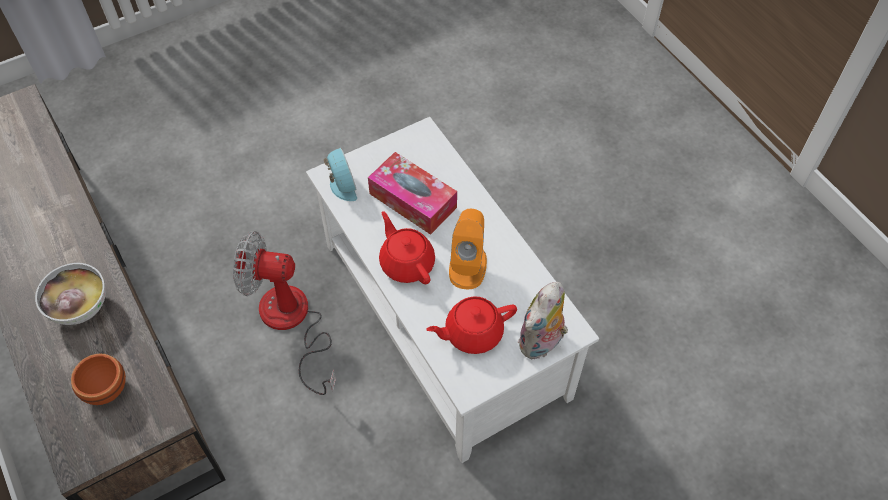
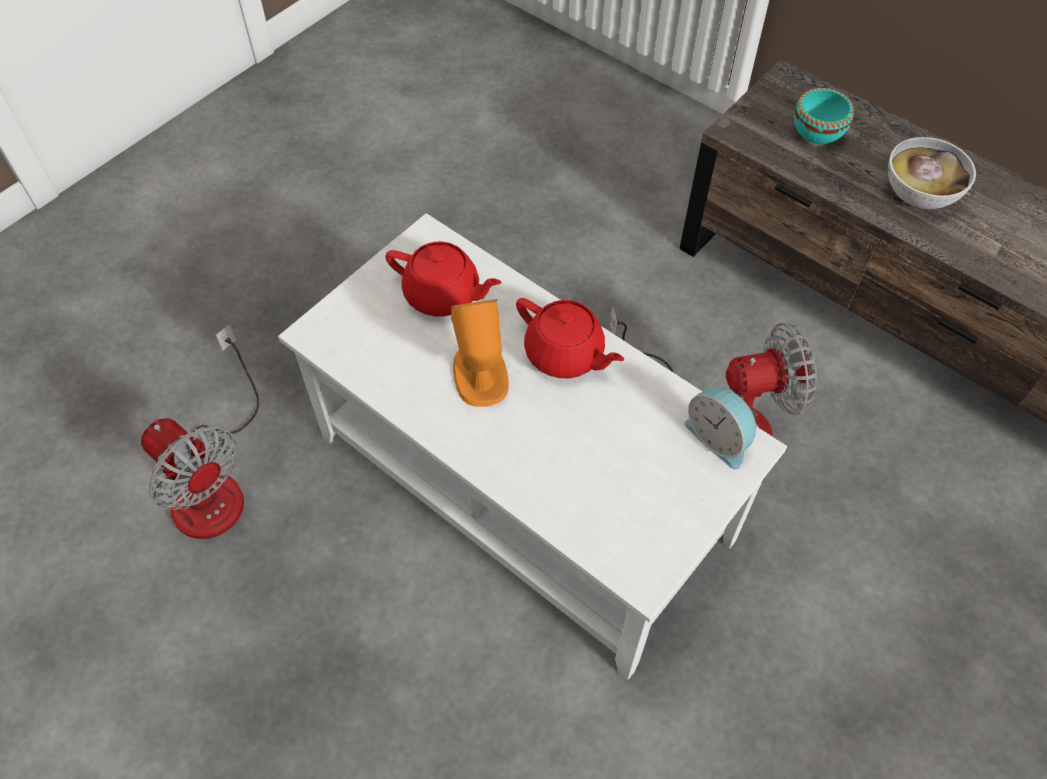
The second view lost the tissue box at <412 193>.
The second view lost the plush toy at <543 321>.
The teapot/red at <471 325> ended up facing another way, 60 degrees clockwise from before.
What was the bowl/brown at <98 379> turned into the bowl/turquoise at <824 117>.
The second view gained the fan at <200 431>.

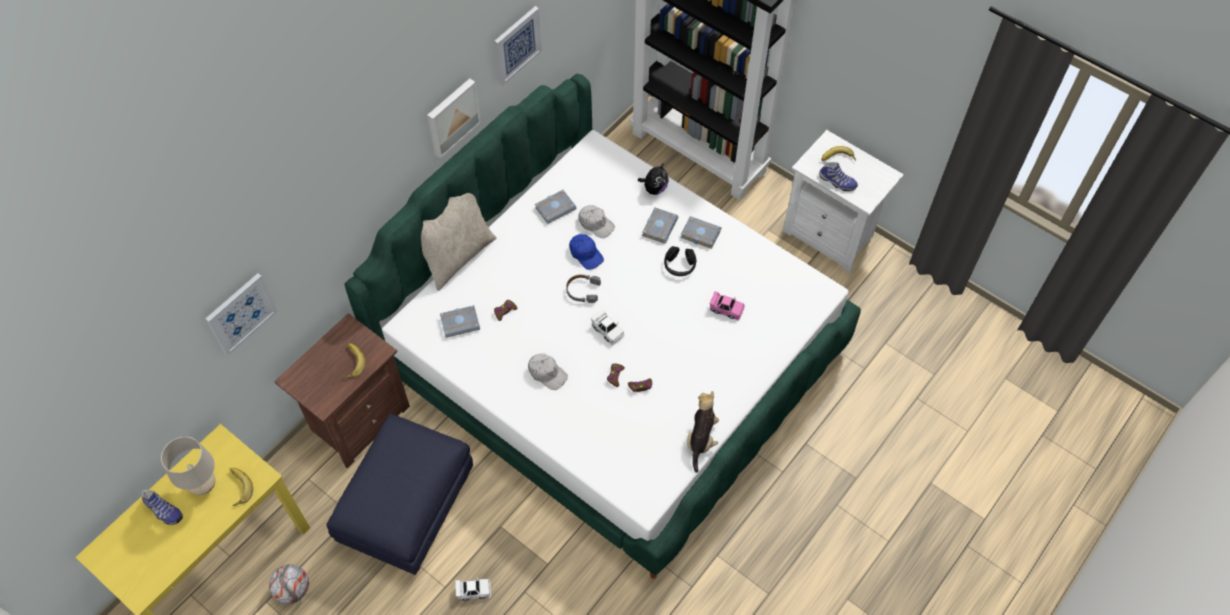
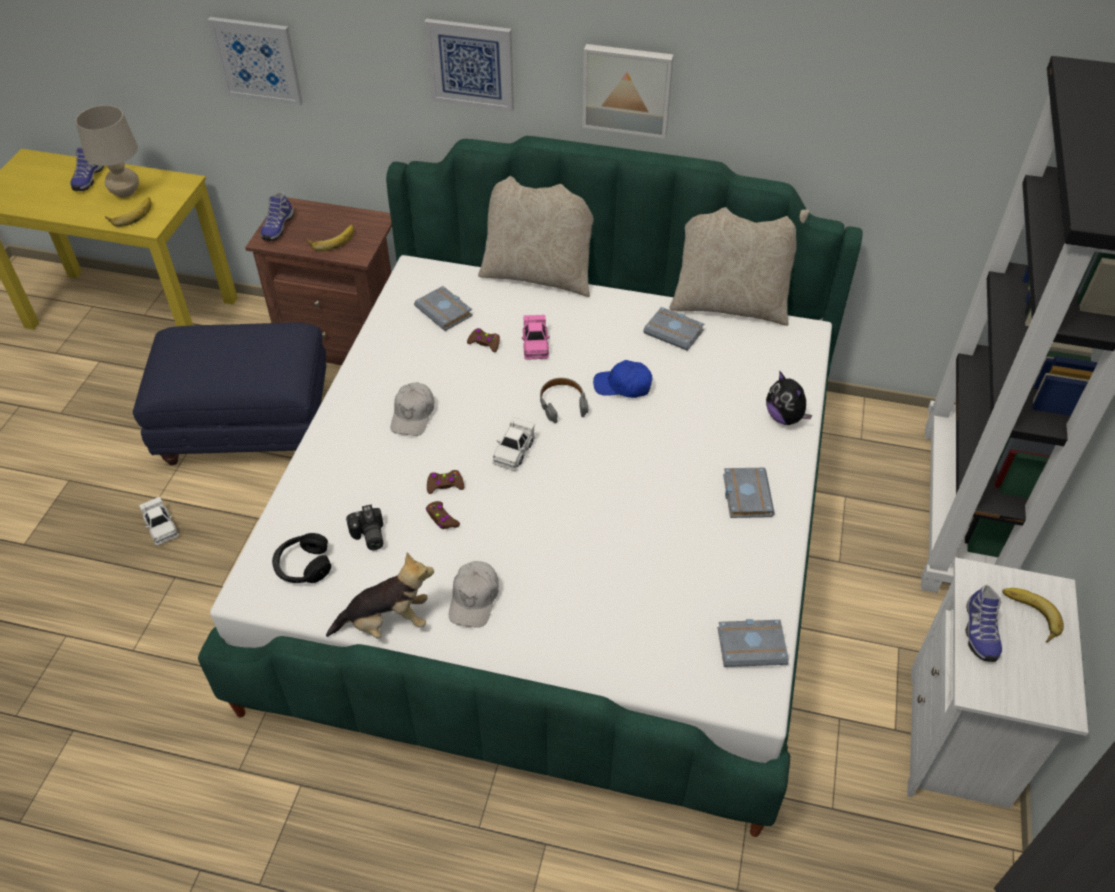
The picture ended up elsewhere, having gone from <518 46> to <469 65>.
The plush toy at <653 179> ended up facing another way, 45 degrees clockwise from before.
The cap/white ended up elsewhere, having gone from <596 221> to <474 594>.
The book/grey ended up elsewhere, having gone from <660 226> to <753 643>.
The cap/blue at <586 252> ended up facing another way, 75 degrees clockwise from before.
The headphones/black ended up elsewhere, having gone from <680 261> to <301 558>.
The toy car/pink ended up elsewhere, having gone from <727 305> to <536 337>.
The second view lost the football at <289 584>.
The second view gained the shoe at <277 216>.
The second view gained the pillow/beige at <739 266>.
The second view gained the photo camera at <365 527>.

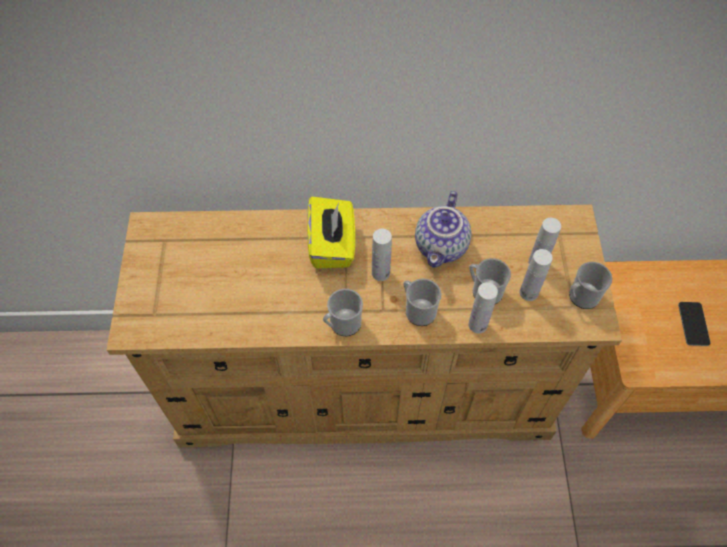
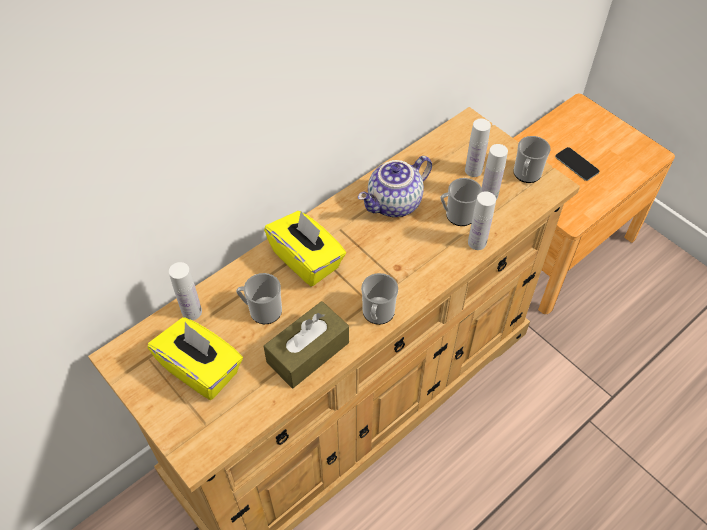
The teapot at <443 229> ended up facing another way, 75 degrees clockwise from before.
The bottle/white ended up elsewhere, having gone from <382 255> to <185 291>.
The mug ended up elsewhere, having gone from <422 302> to <259 298>.
The second view gained the tissue box/brown at <306 344>.
The second view gained the tissue box/yellow at <195 358>.

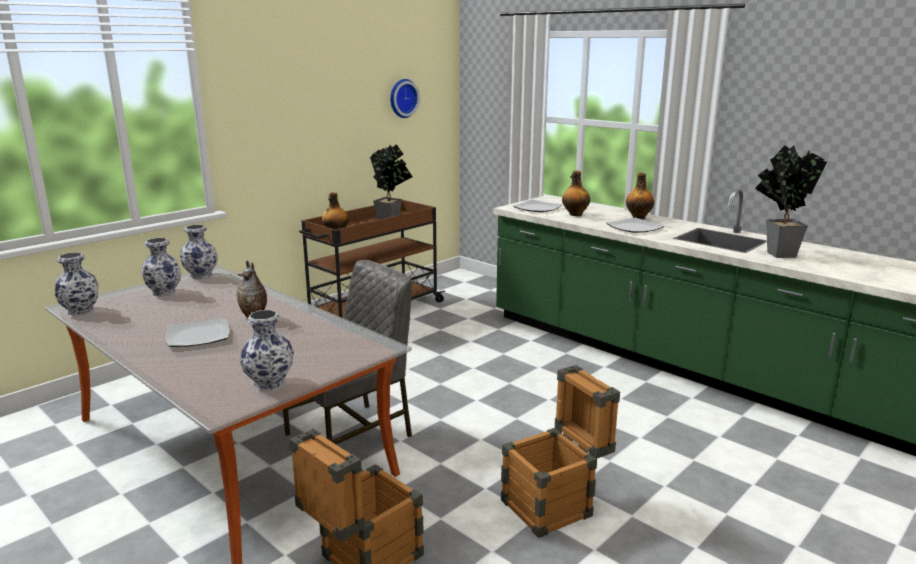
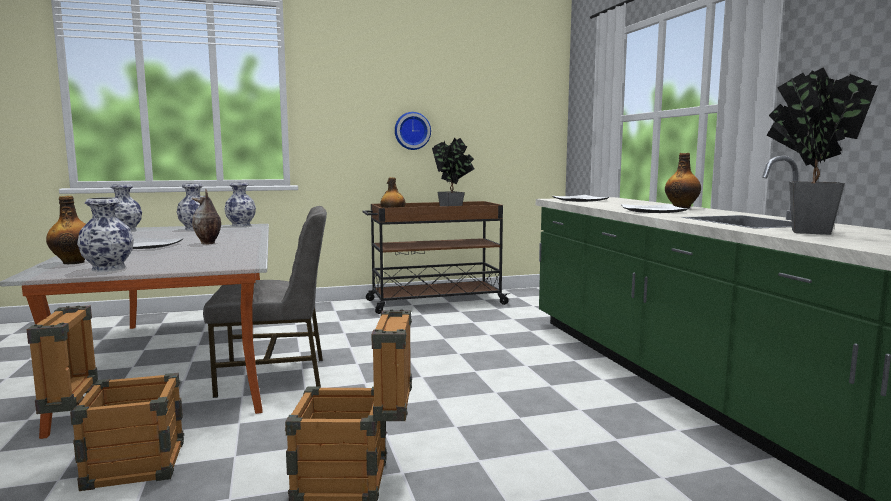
The wall clock ended up elsewhere, having gone from <405 98> to <413 131>.
The bottle ended up elsewhere, having gone from <576 193> to <66 230>.

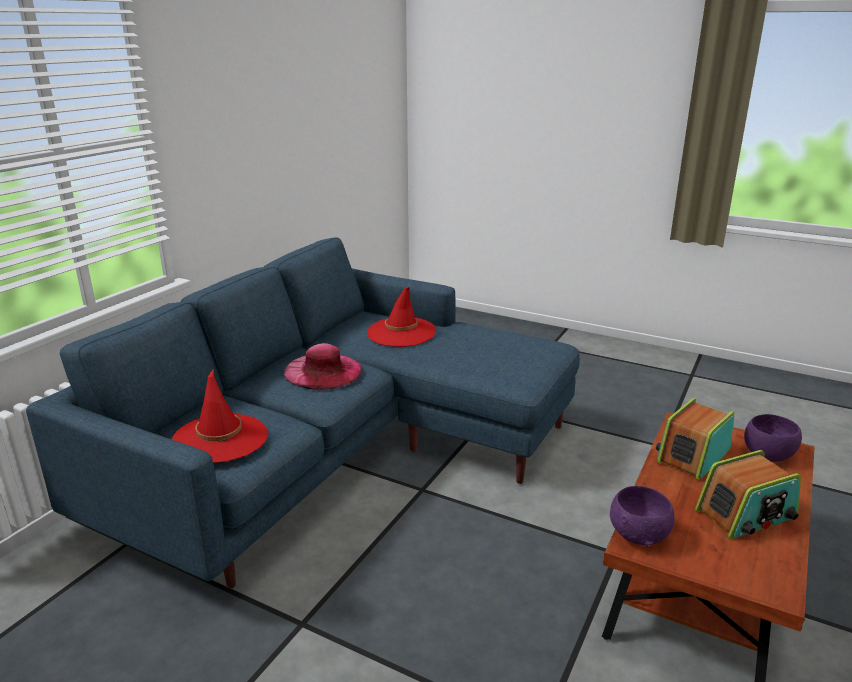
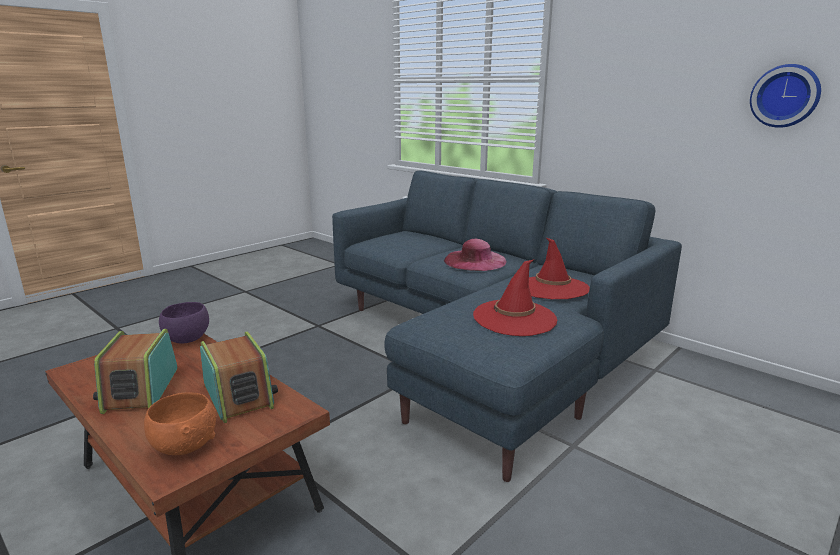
The hat/red ended up elsewhere, having gone from <220 416> to <515 297>.
What was the bowl/purple at <773 438> turned into the bowl/orange at <180 423>.
The second view gained the wall clock at <785 96>.

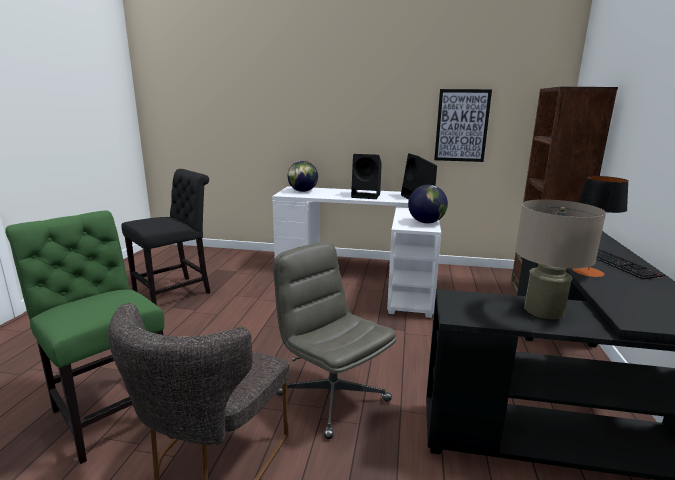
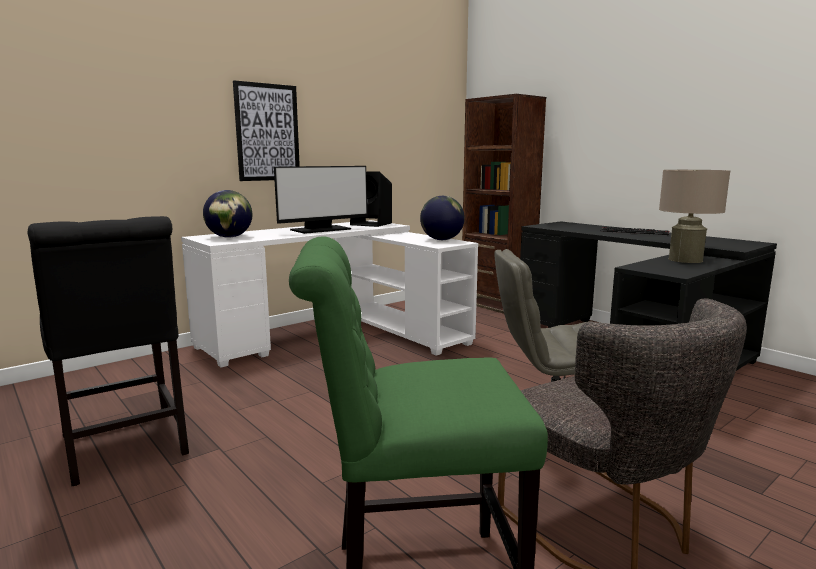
The picture ended up elsewhere, having gone from <463 125> to <266 130>.
Where the speaker/black stood at <366 176>, the monitor came to stand at <321 200>.
The chair/black at <166 237> ended up facing another way, 150 degrees clockwise from before.
The second view lost the table lamp at <601 226>.

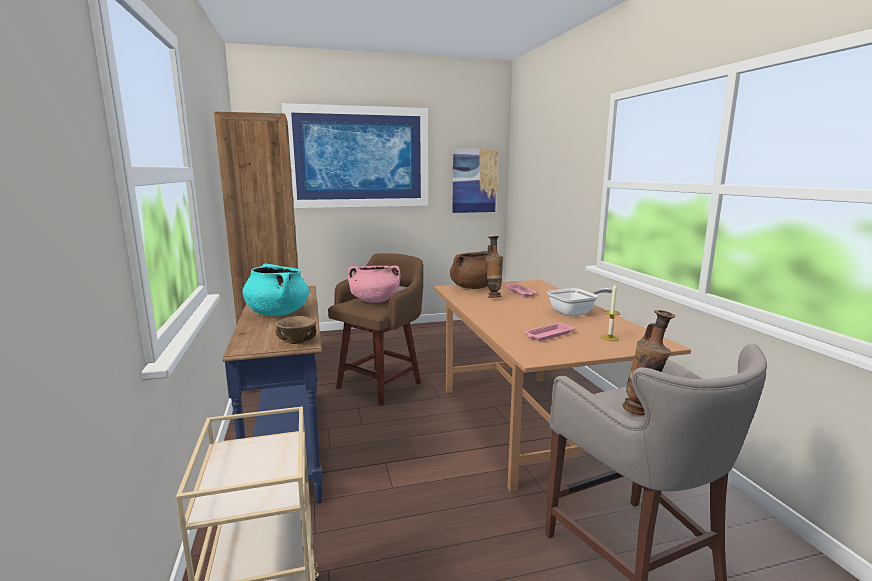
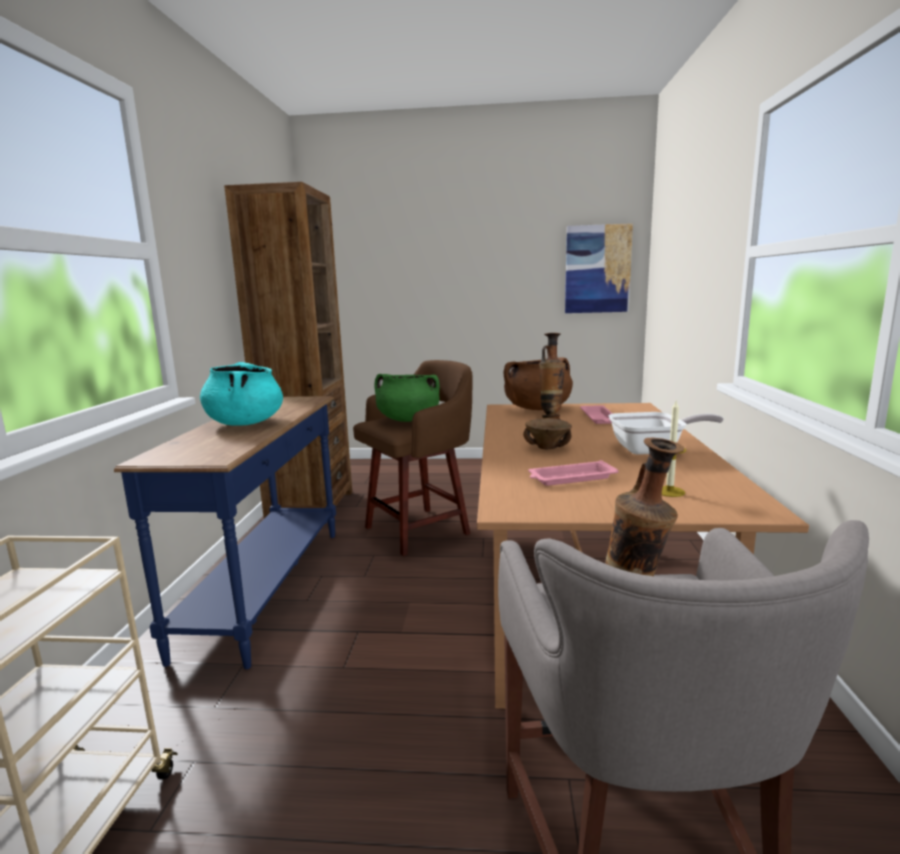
The second view lost the picture at <355 155>.
What was the cooking pot/pink at <374 284> turned into the cooking pot/green at <407 398>.
The bowl/brown ended up elsewhere, having gone from <296 330> to <547 433>.

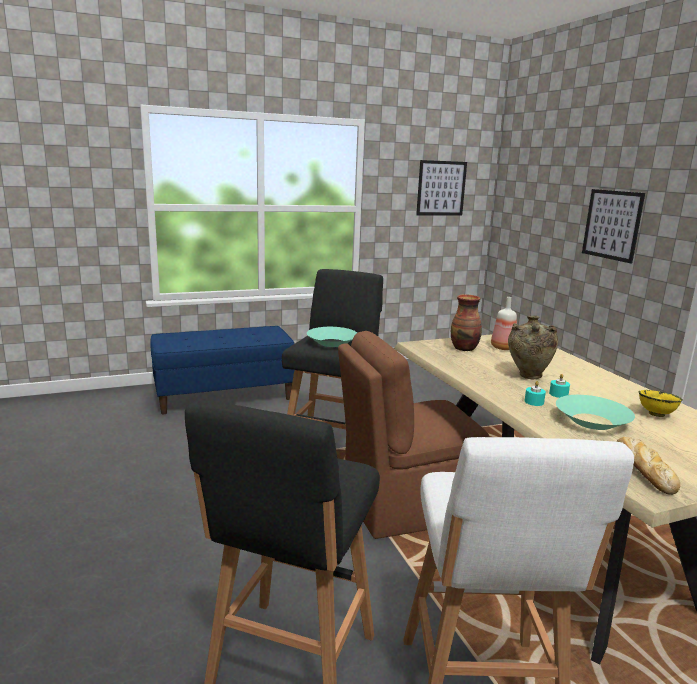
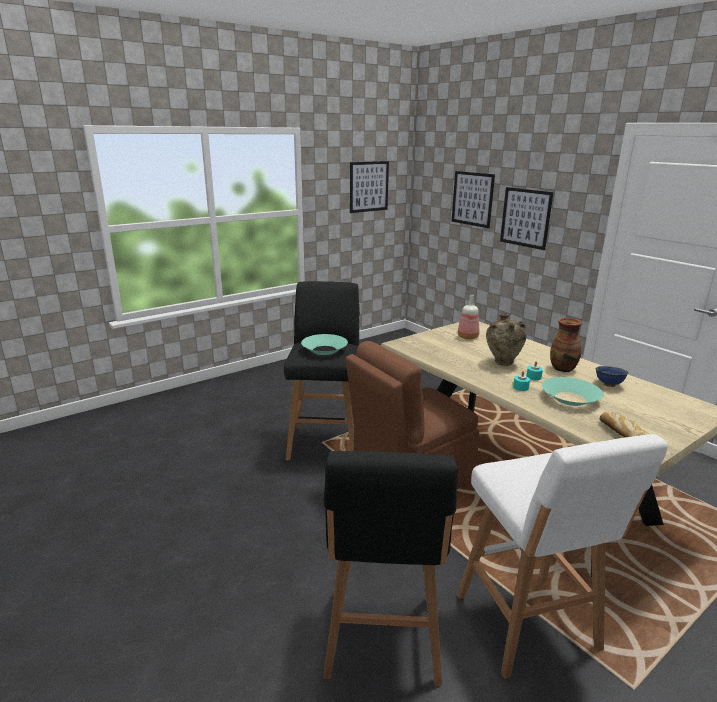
The vase ended up elsewhere, having gone from <466 323> to <566 345>.
The second view lost the bench/blue at <222 370>.
What was the bowl/yellow at <661 403> turned into the bowl/blue at <612 376>.
The second view gained the picture at <473 199>.

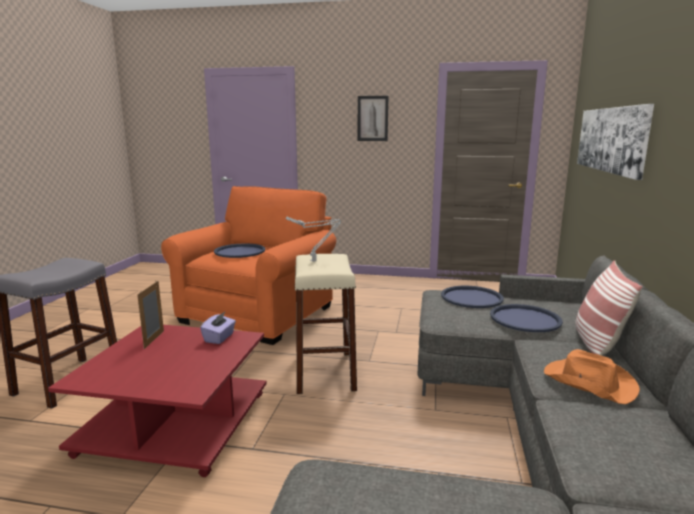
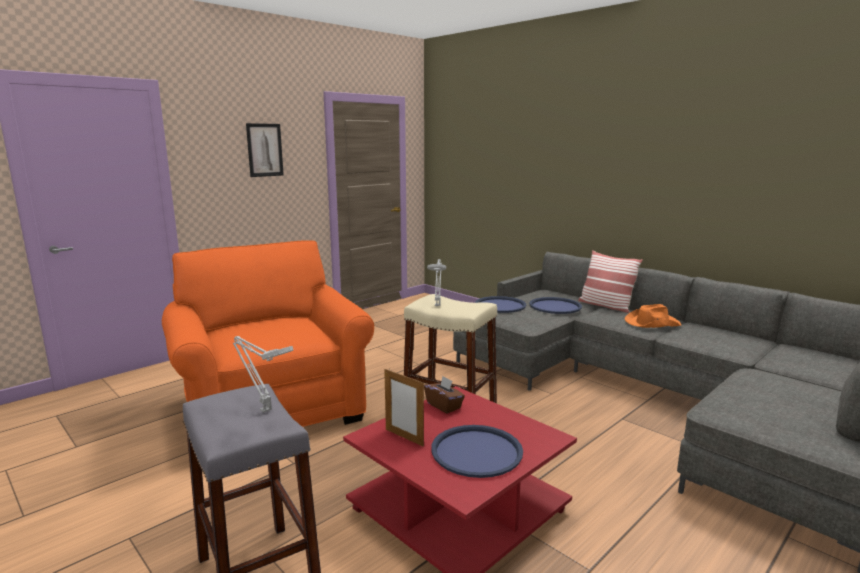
The second view lost the picture at <615 142>.
The tray/blue ended up elsewhere, having gone from <239 251> to <477 451>.
What was the tissue box/purple at <218 328> turned into the tissue box/brown at <444 395>.
The second view gained the table lamp/grey at <263 374>.

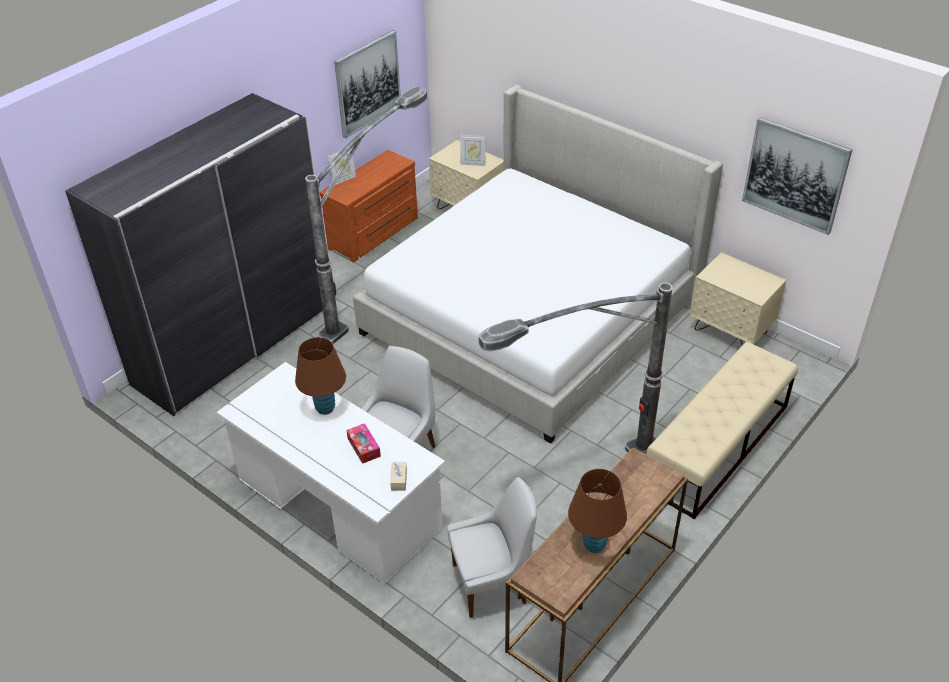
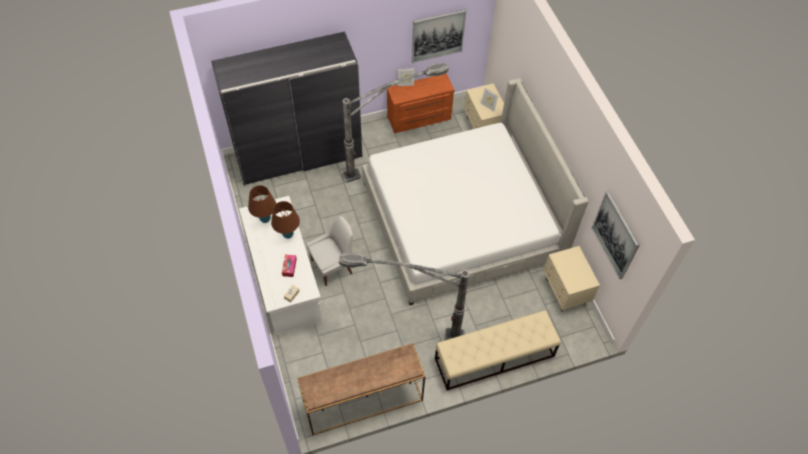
The table lamp/brown ended up elsewhere, having gone from <597 511> to <262 204>.
The second view lost the chair/white at <492 547>.

